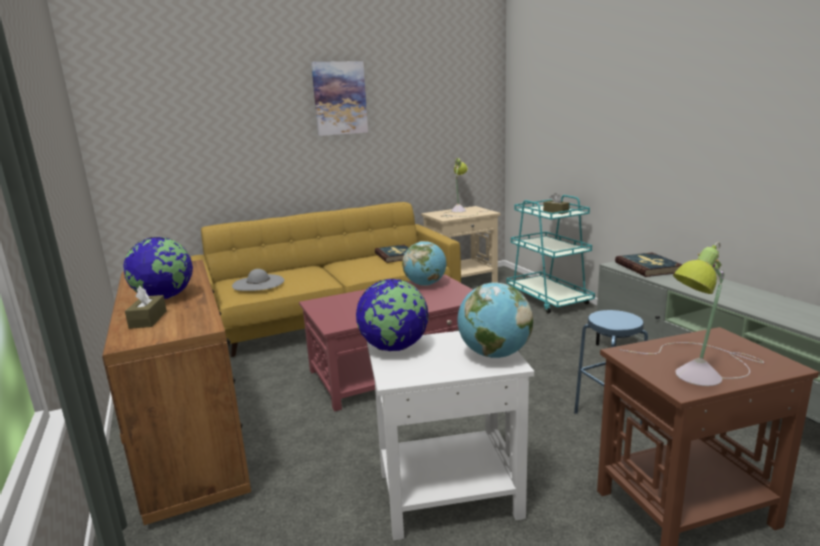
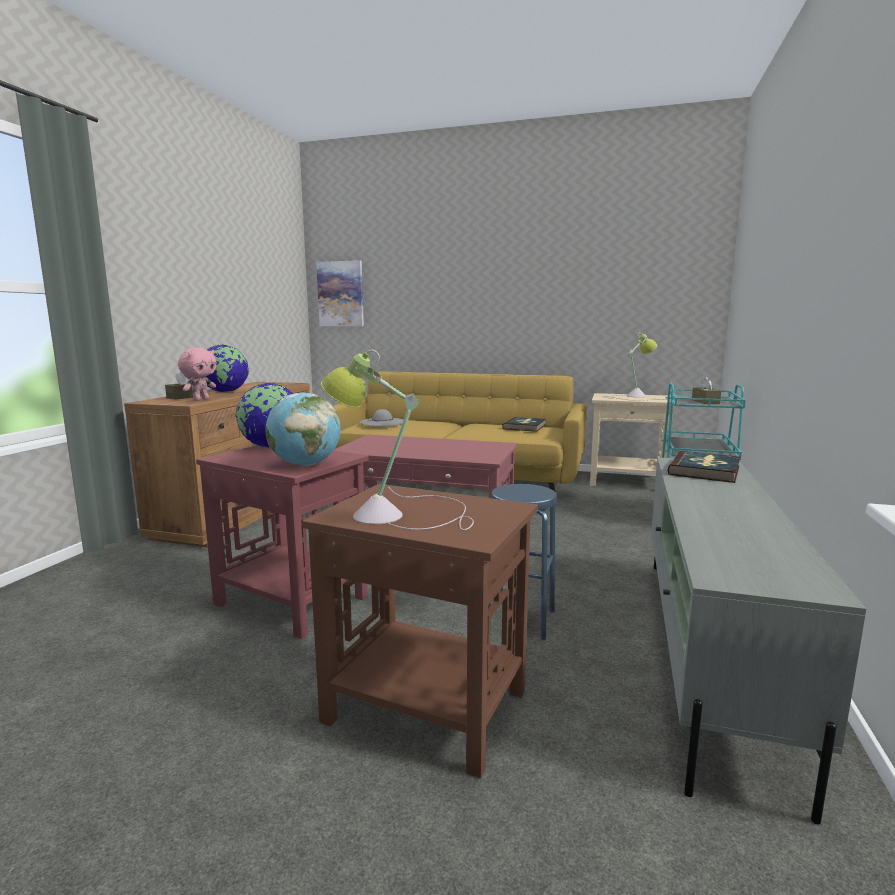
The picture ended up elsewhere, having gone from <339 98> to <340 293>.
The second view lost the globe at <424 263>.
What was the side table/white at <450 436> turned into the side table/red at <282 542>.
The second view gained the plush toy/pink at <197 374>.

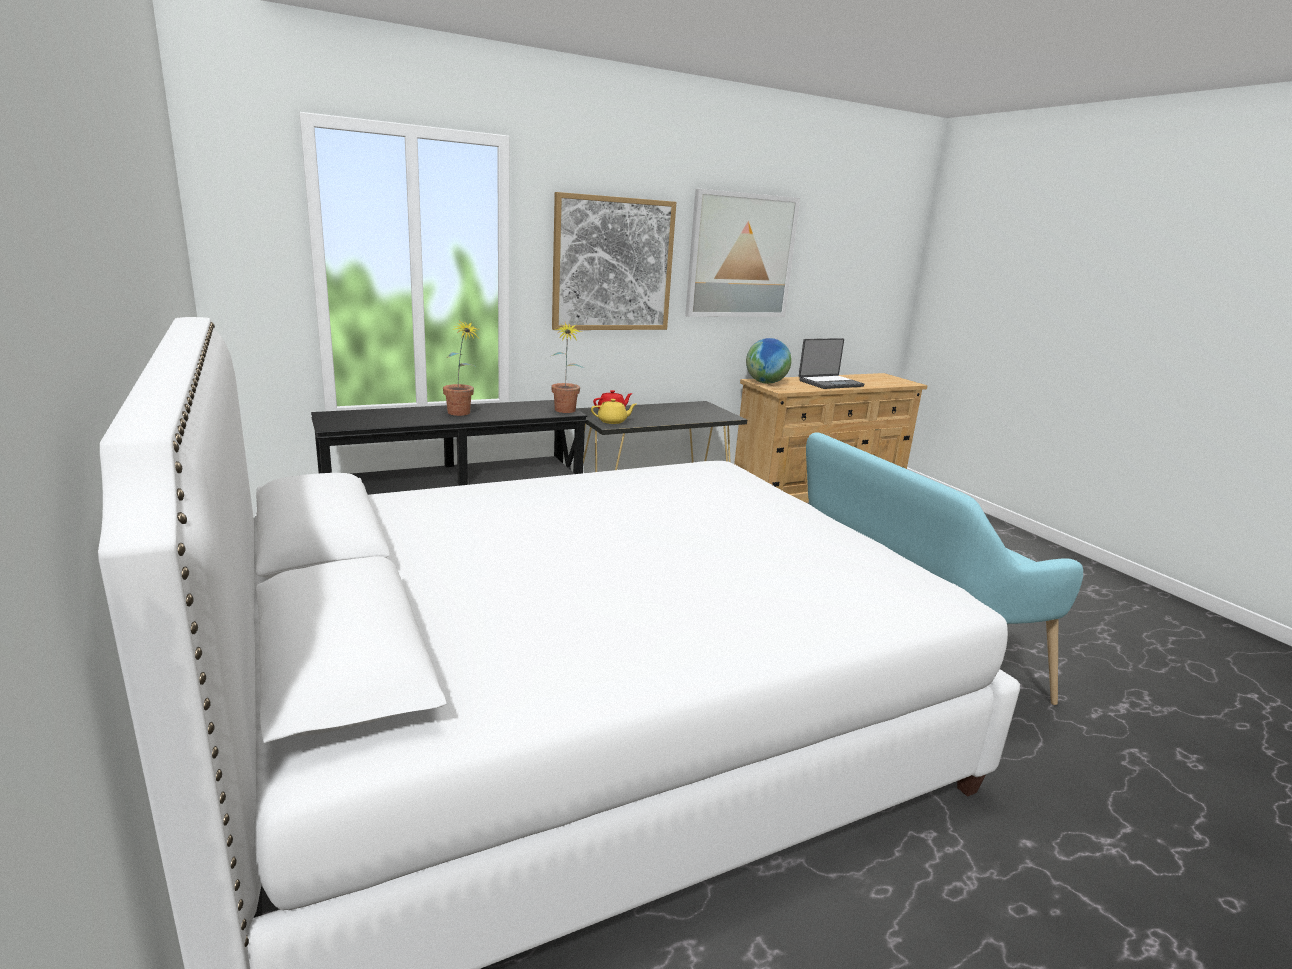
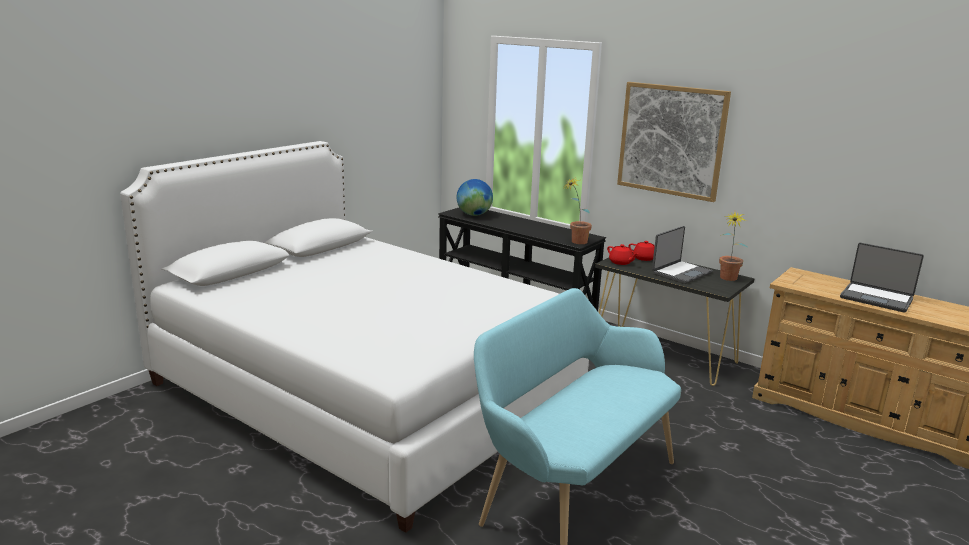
The second view lost the picture at <742 253>.
The potted plant ended up elsewhere, having gone from <461 368> to <733 246>.
The globe ended up elsewhere, having gone from <769 361> to <474 197>.
What was the teapot/yellow at <614 411> turned into the teapot/red at <622 254>.
The second view gained the laptop at <682 255>.

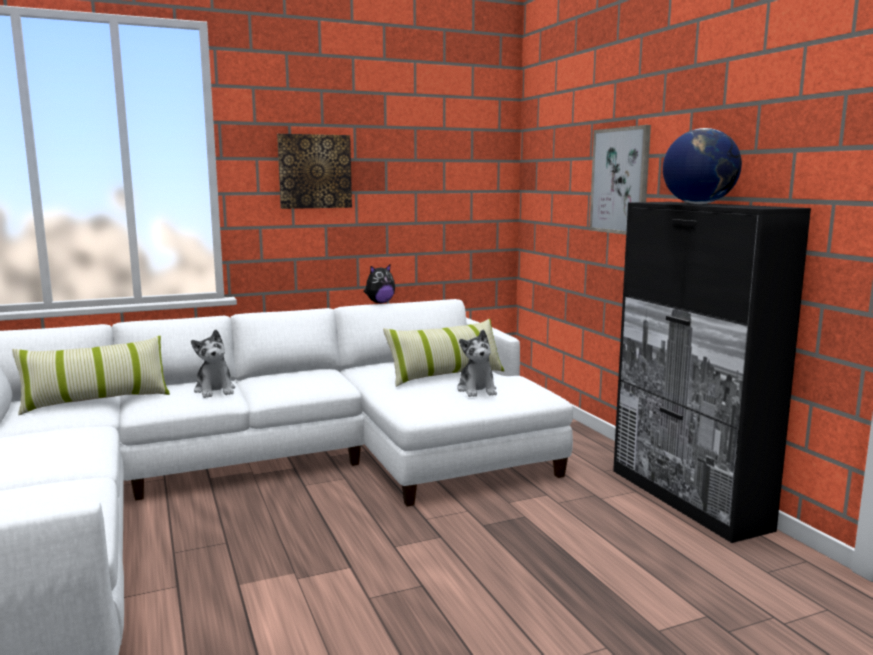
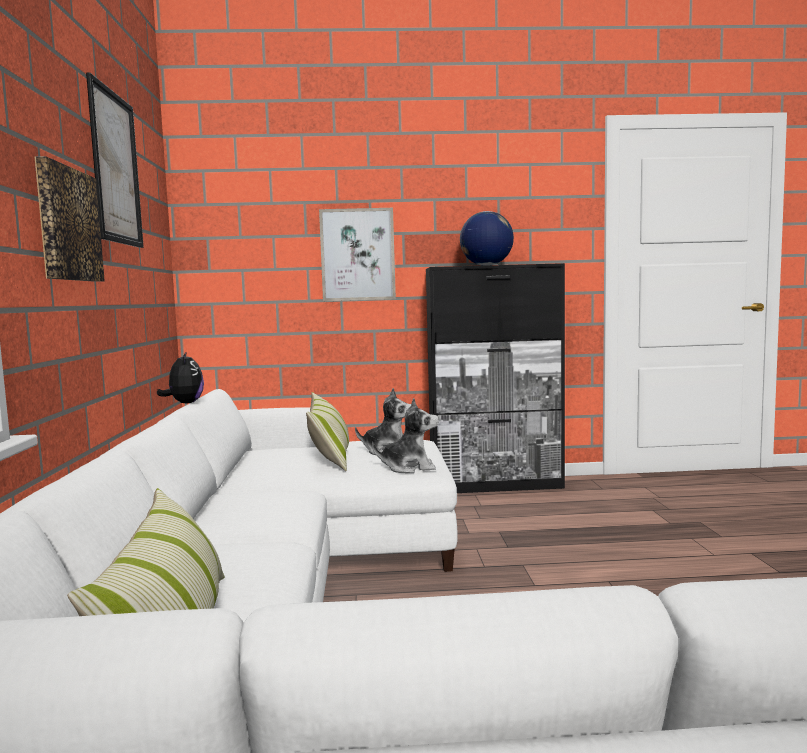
The plush toy ended up elsewhere, having gone from <213 364> to <405 435>.
The second view gained the picture at <115 160>.

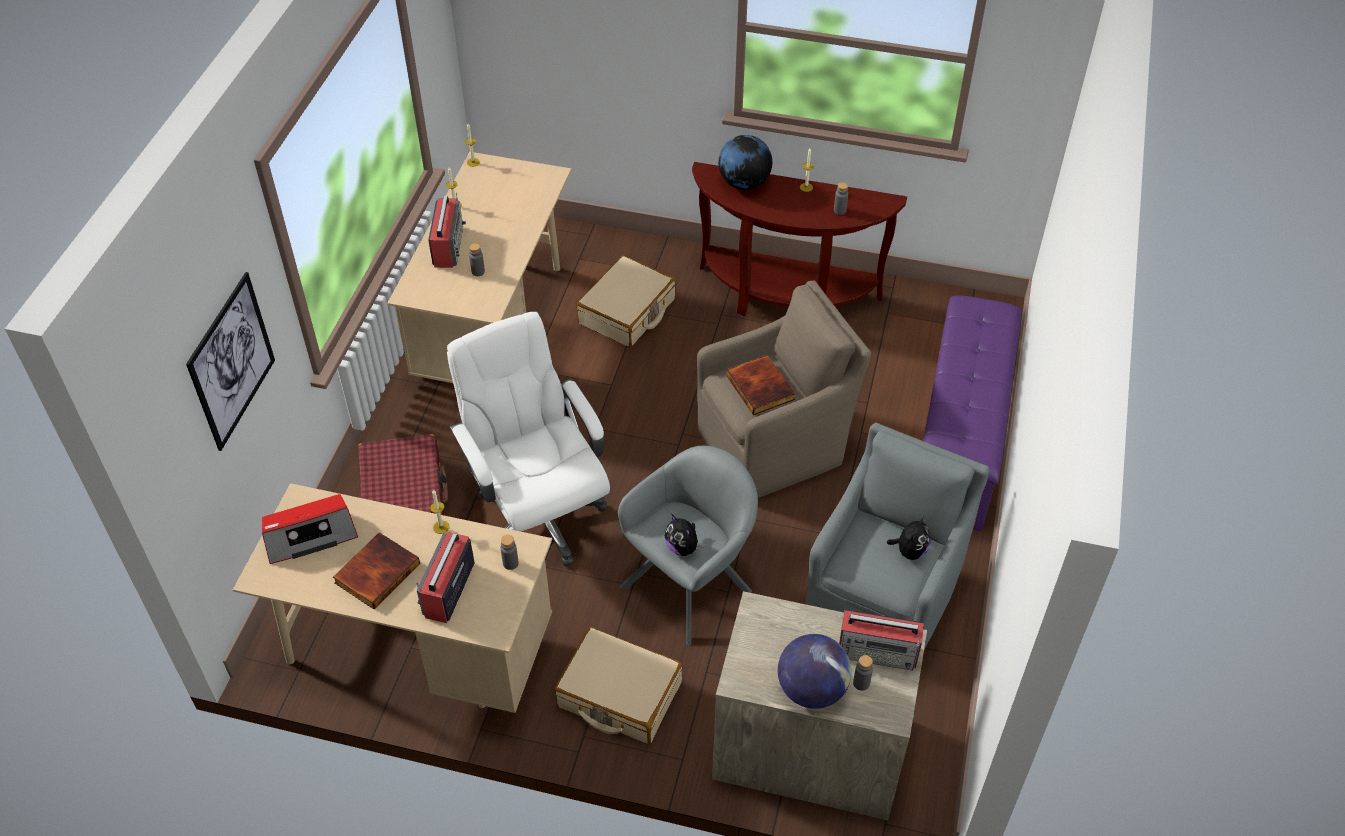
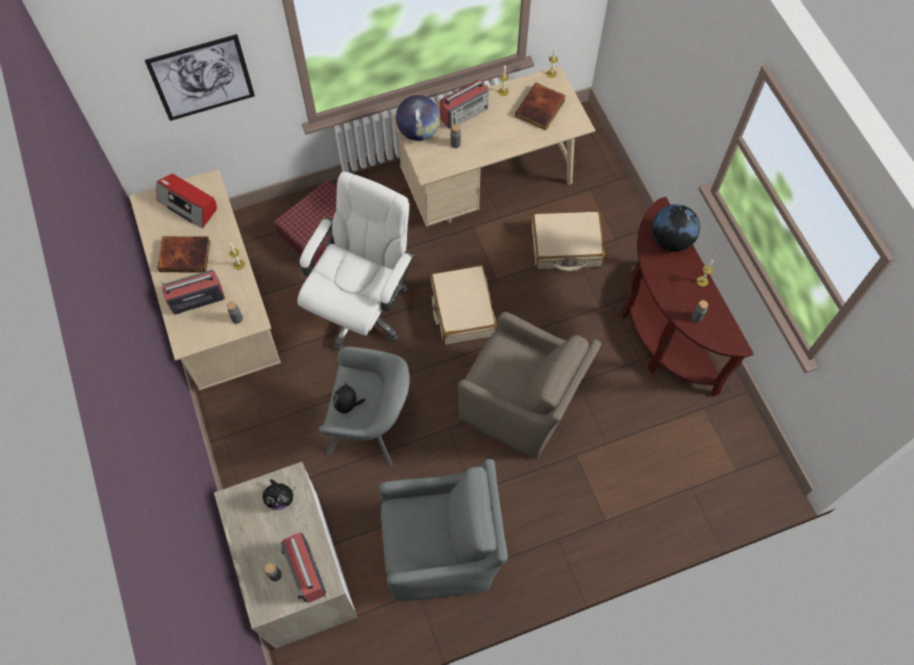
The second view lost the bench/purple at <972 414>.
The book ended up elsewhere, having gone from <761 385> to <540 106>.
The plush toy ended up elsewhere, having gone from <909 537> to <279 494>.
The suitcase/beige ended up elsewhere, having gone from <618 685> to <463 305>.
The globe ended up elsewhere, having gone from <815 671> to <418 118>.

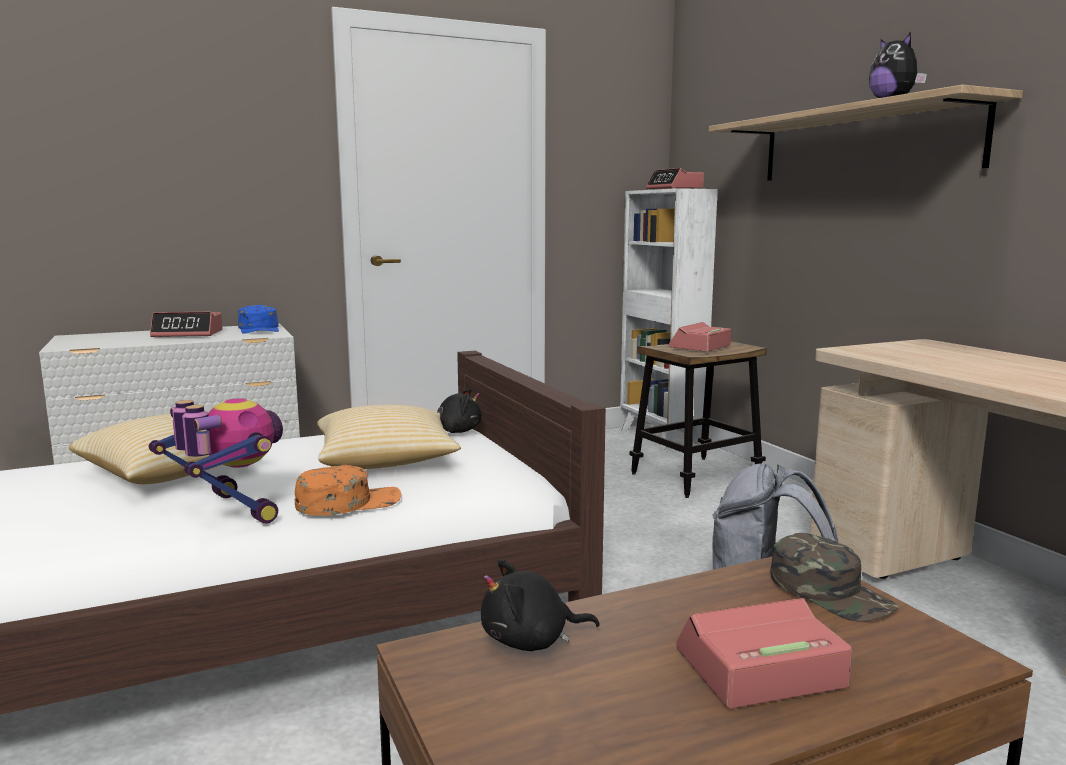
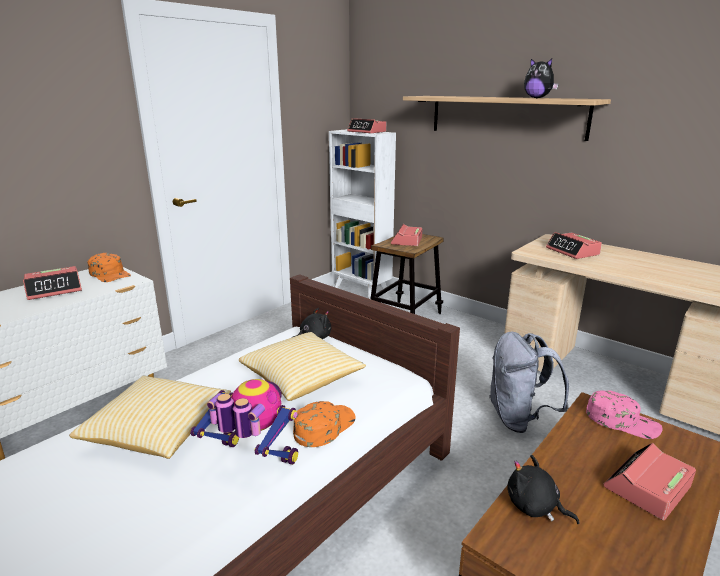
What was the cap/blue at <258 319> turned into the cap/orange at <109 267>.
What was the cap/green at <834 577> turned into the cap/pink at <624 415>.
The plush toy/black at <540 605> ended up facing another way, 75 degrees clockwise from before.
The second view gained the alarm clock at <574 245>.

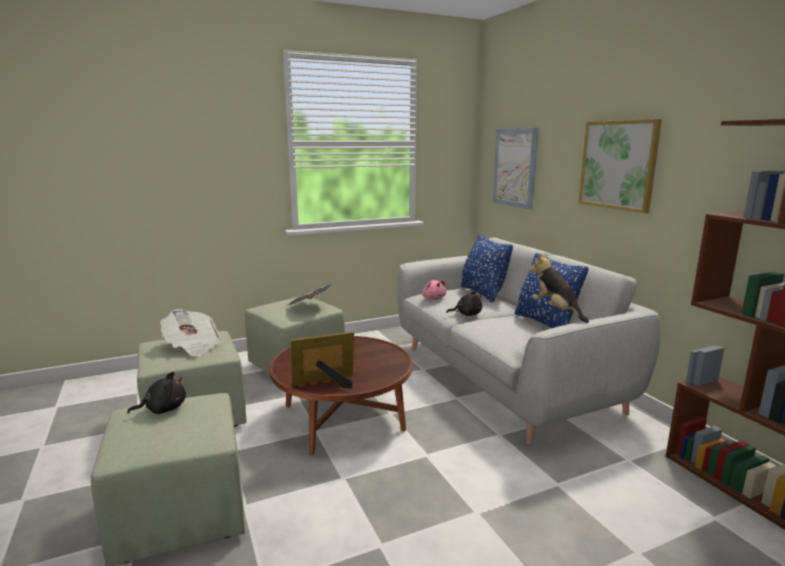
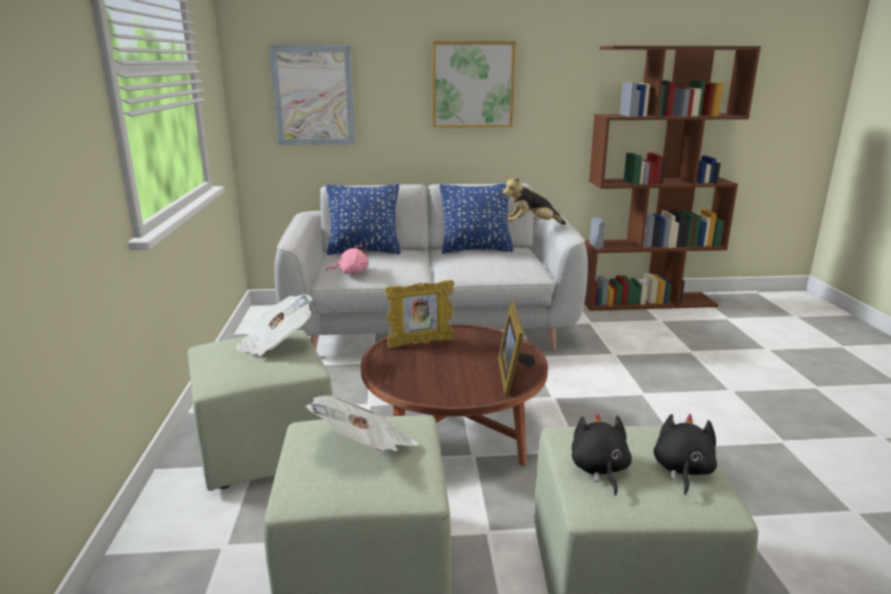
The plush toy/black ended up elsewhere, having gone from <464 303> to <685 454>.
The second view gained the picture frame at <419 313>.

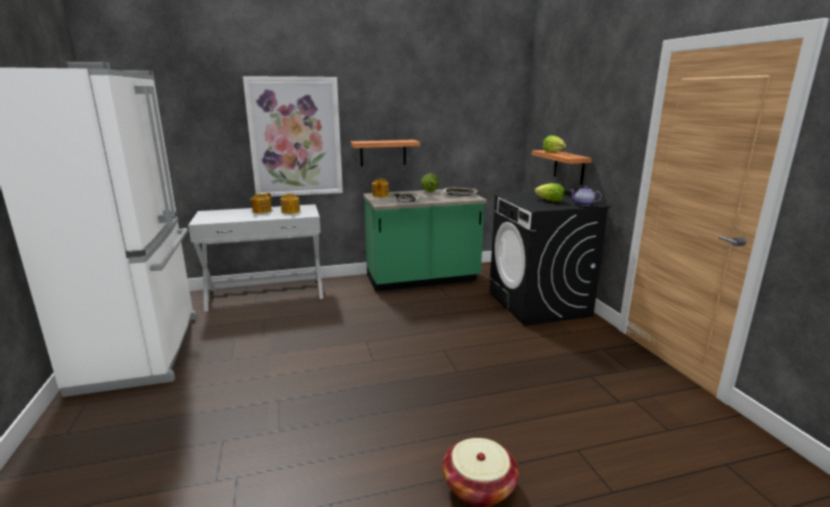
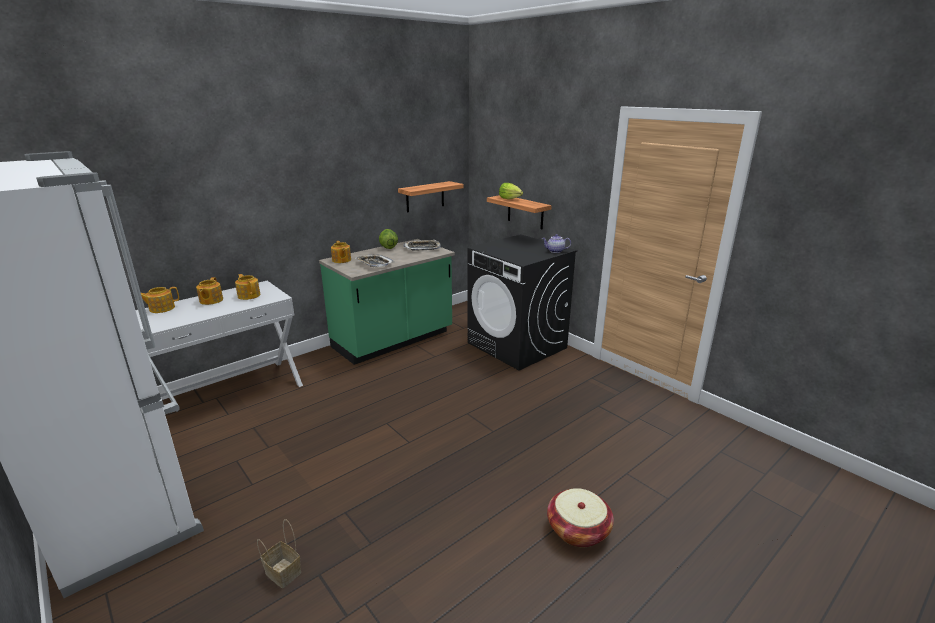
The second view lost the picture at <293 136>.
The shelf ended up elsewhere, having gone from <385 153> to <430 196>.
The second view lost the lettuce at <549 192>.
The second view gained the teapot at <160 300>.
The second view gained the basket at <279 553>.

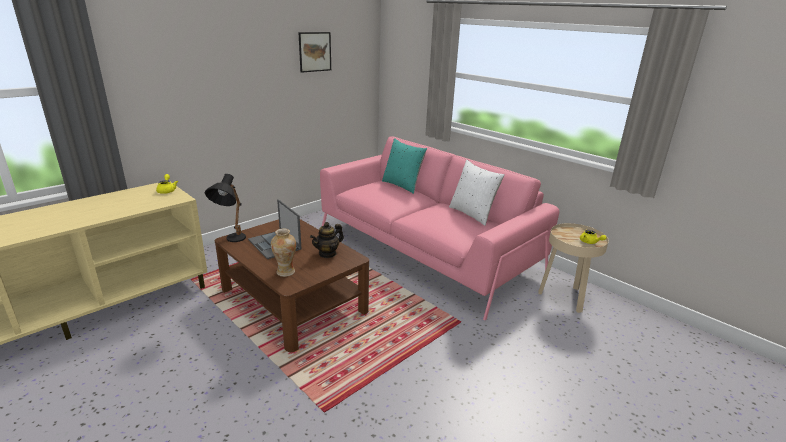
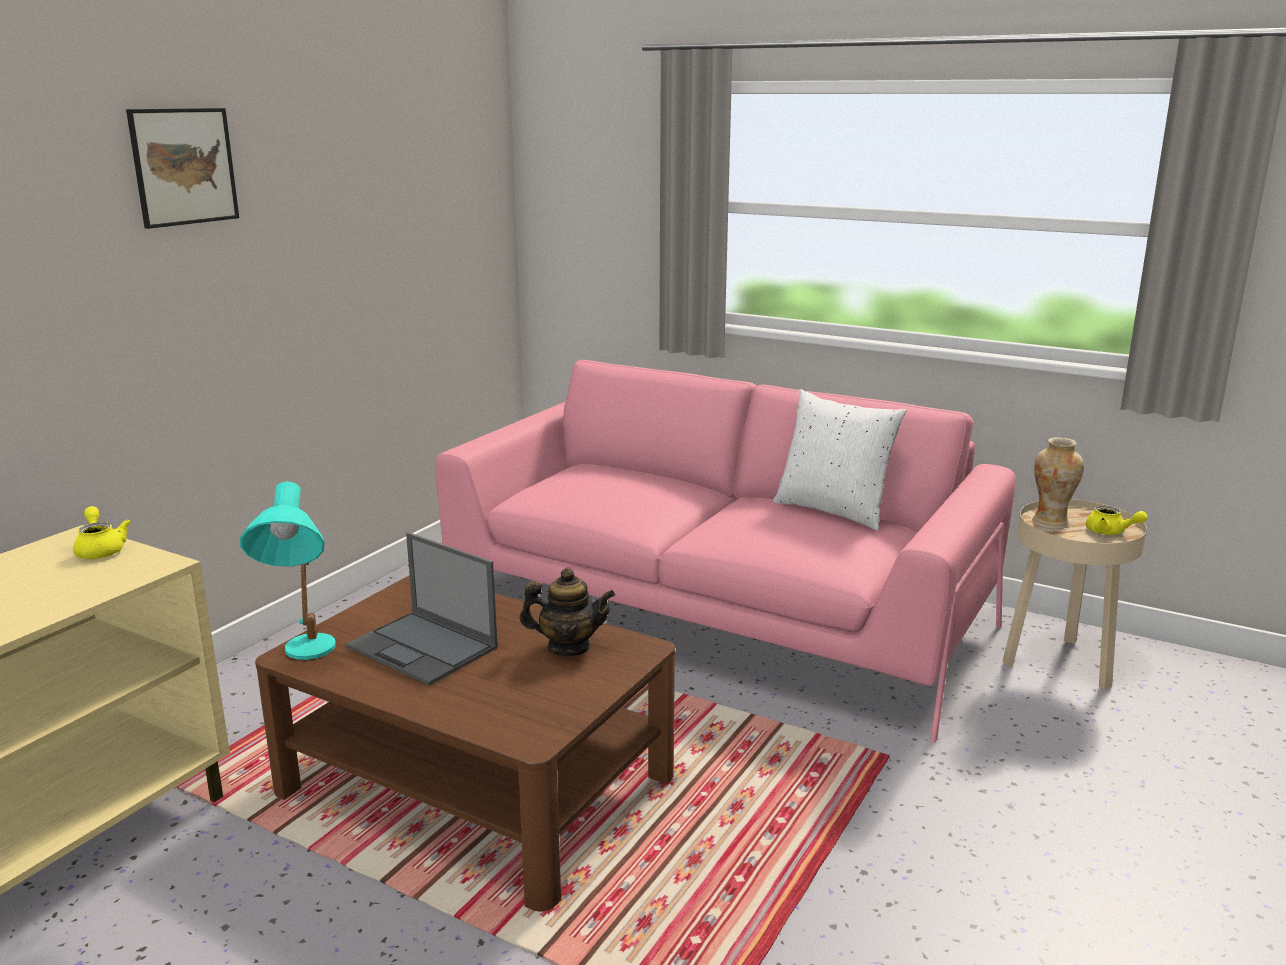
The picture ended up elsewhere, having gone from <314 52> to <182 168>.
The second view lost the pillow/turquoise at <404 166>.
What was the table lamp/black at <225 208> turned into the table lamp/turquoise at <288 571>.
The teapot at <327 240> ended up facing another way, 120 degrees counterclockwise from before.
The vase ended up elsewhere, having gone from <283 252> to <1058 483>.

